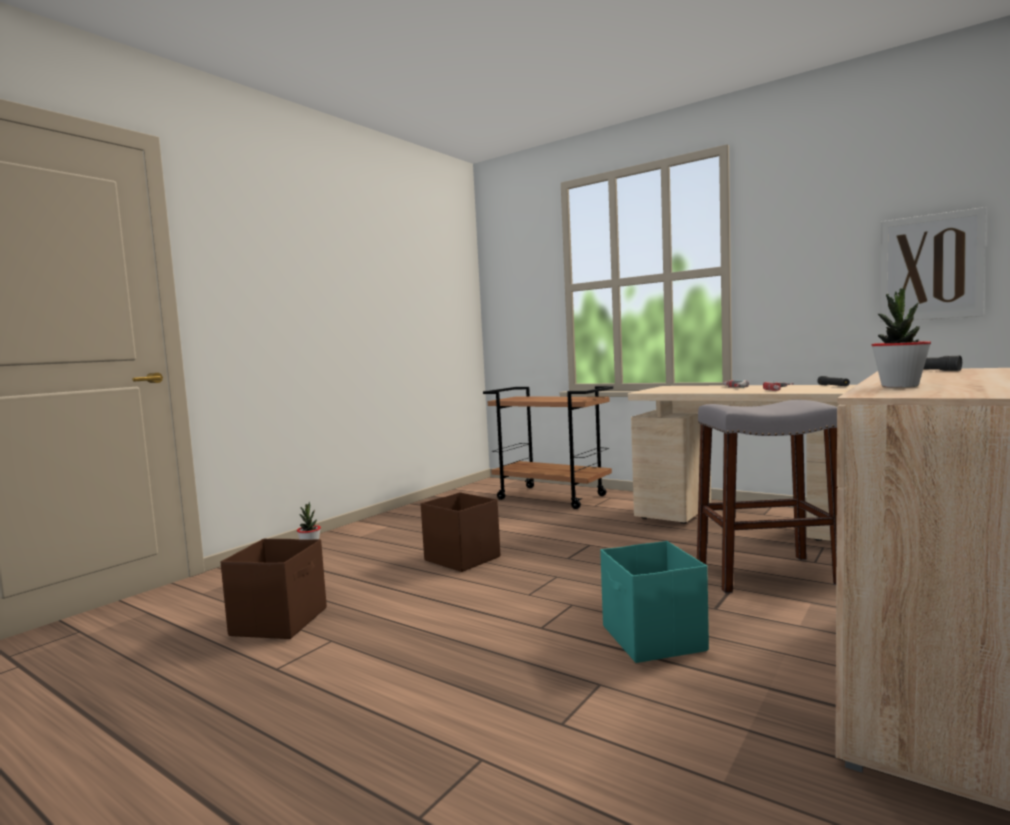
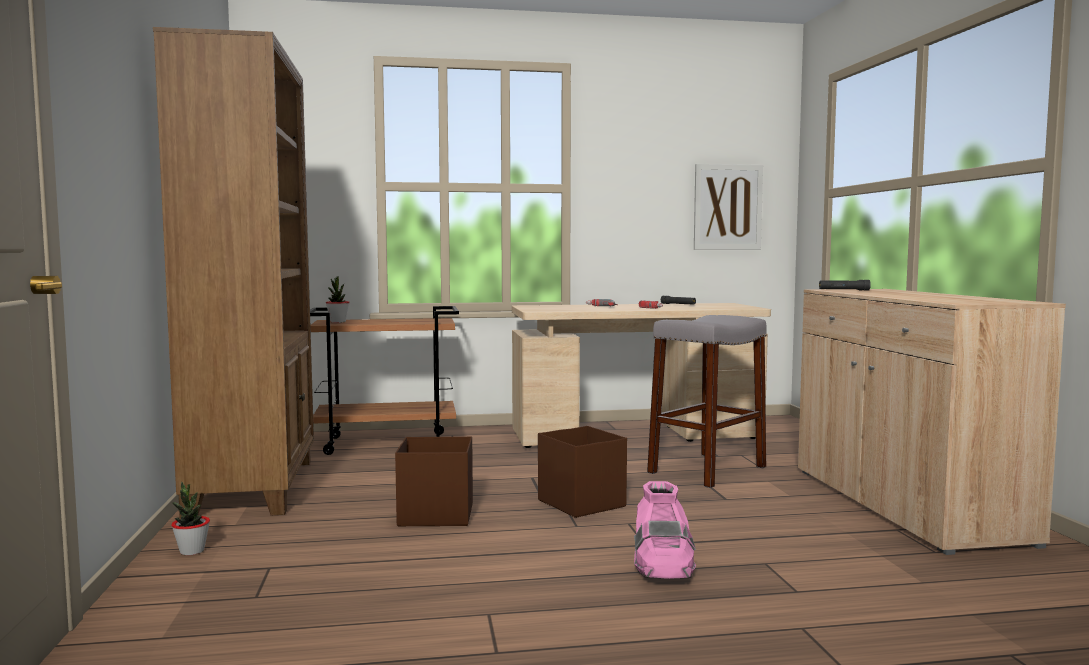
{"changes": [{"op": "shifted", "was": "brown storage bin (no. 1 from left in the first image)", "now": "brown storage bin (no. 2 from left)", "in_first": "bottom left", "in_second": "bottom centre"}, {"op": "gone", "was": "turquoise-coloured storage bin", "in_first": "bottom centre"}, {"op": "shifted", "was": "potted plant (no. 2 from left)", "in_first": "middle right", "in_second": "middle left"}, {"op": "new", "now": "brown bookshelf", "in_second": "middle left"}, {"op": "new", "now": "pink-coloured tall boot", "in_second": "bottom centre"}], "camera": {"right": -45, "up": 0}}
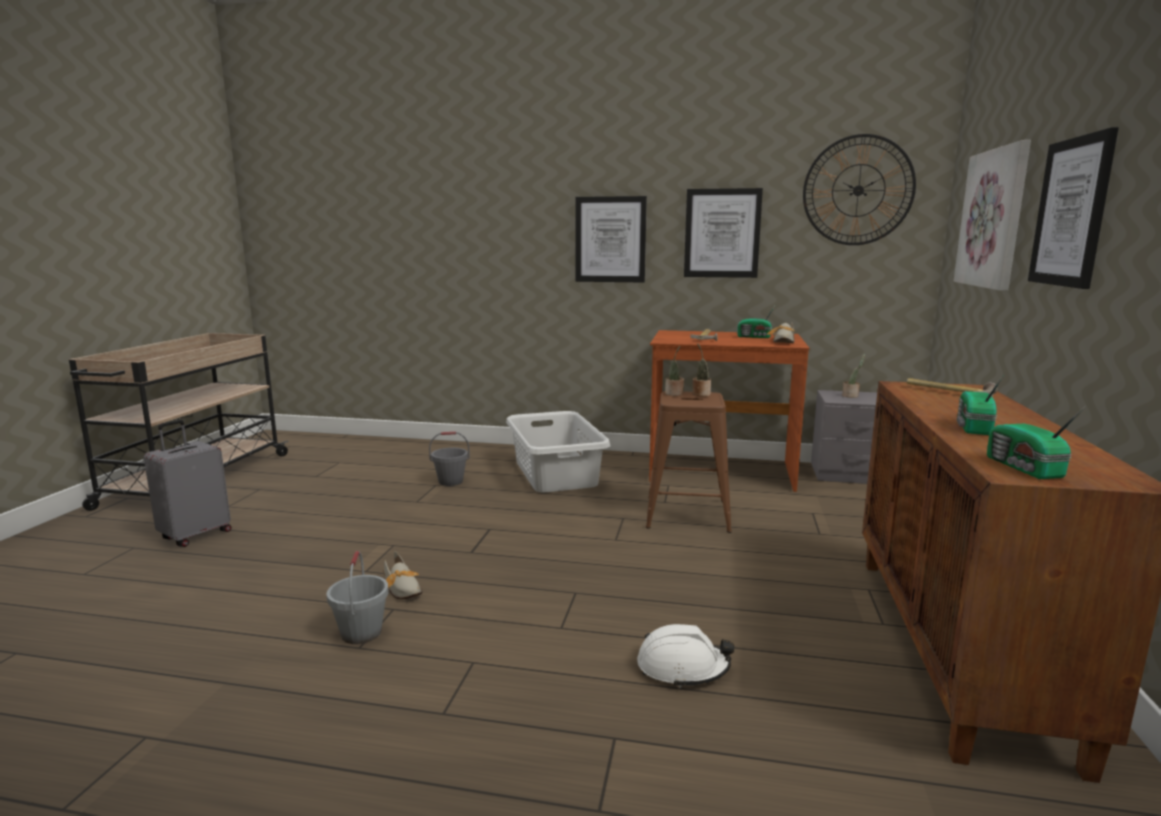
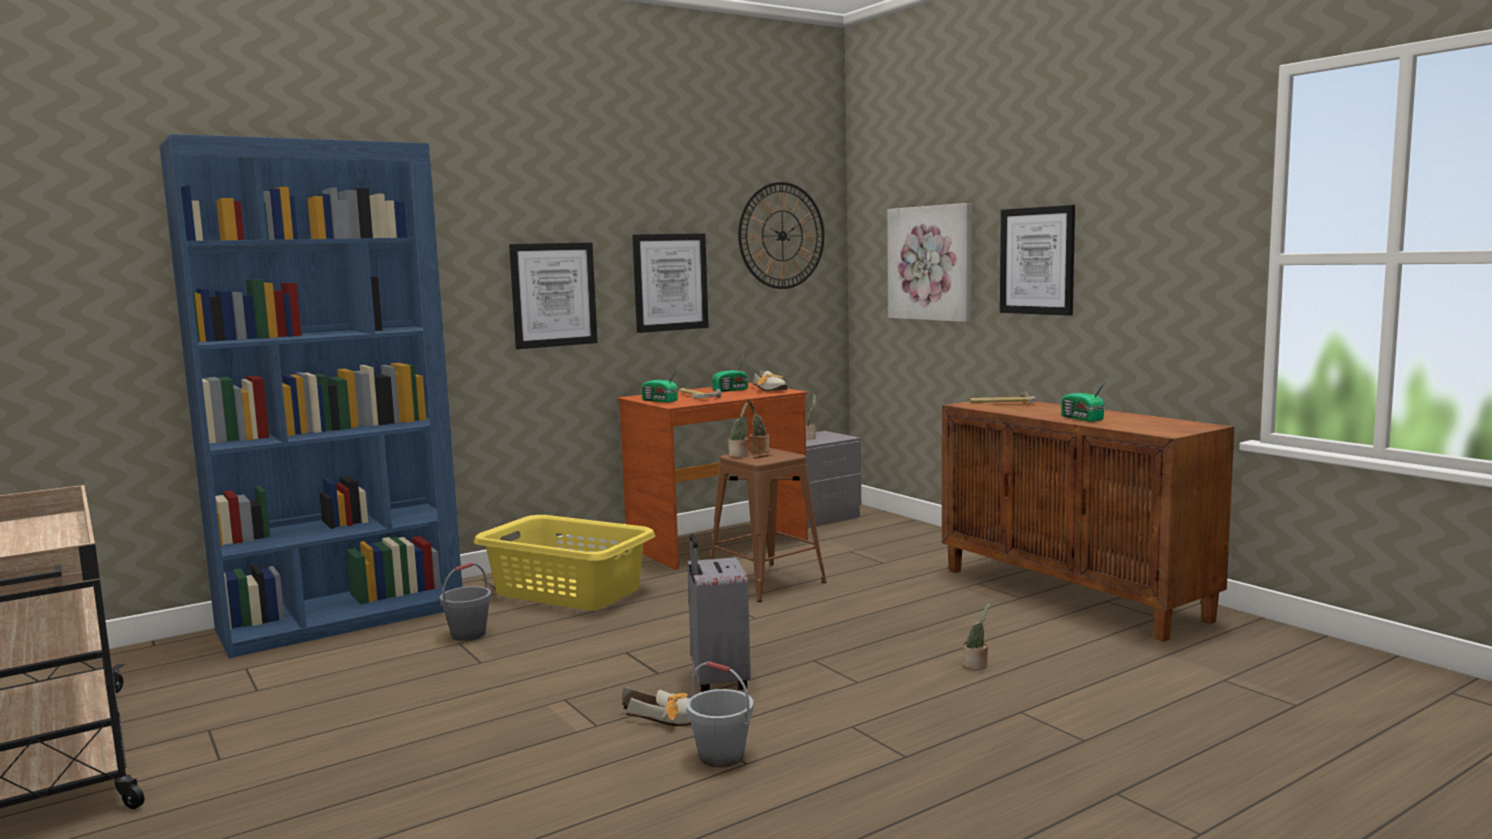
{"changes": [{"op": "shifted", "was": "grey piece of luggage", "in_first": "middle left", "in_second": "bottom centre"}, {"op": "repainted", "was": "grey hamper", "now": "yellow hamper", "in_first": "centre", "in_second": "bottom centre"}, {"op": "swapped", "was": "whitish work helmet", "now": "potted plant (no. 4 from left)", "in_first": "bottom centre", "in_second": "bottom centre"}, {"op": "shifted", "was": "radio receiver (no. 3 from left in the first image)", "now": "radio receiver (no. 1 from left)", "in_first": "middle right", "in_second": "centre"}, {"op": "new", "now": "bluish bookshelf", "in_second": "middle left"}], "camera": {"right": -45, "up": -5}}
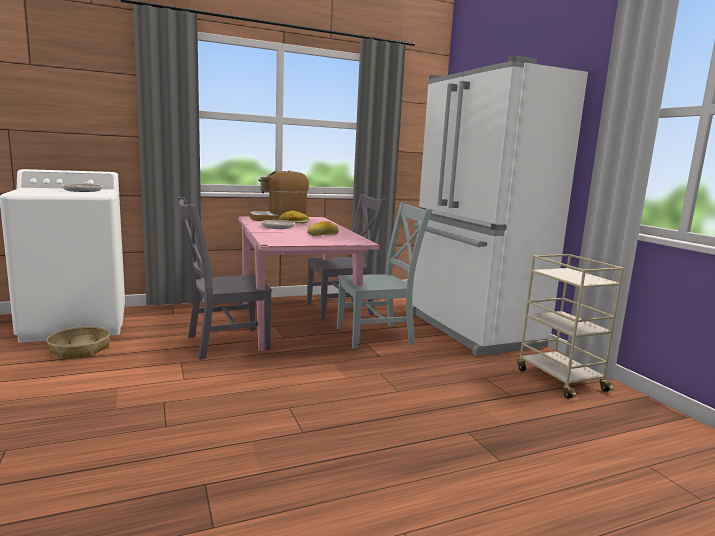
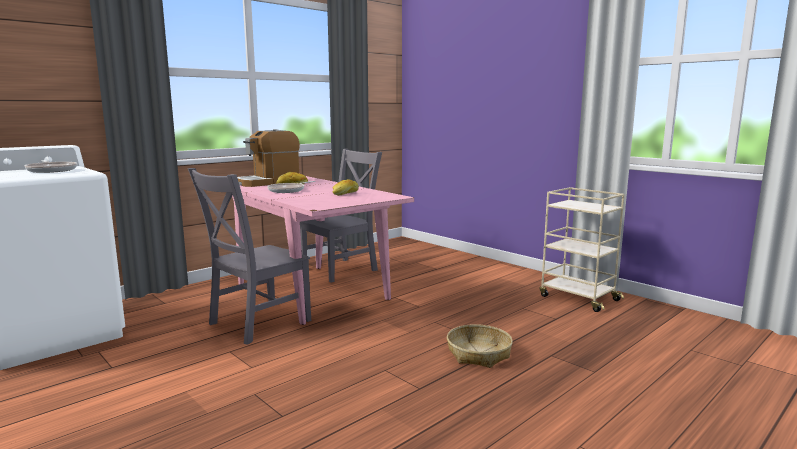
{"changes": [{"op": "shifted", "was": "basket", "in_first": "middle left", "in_second": "bottom centre"}, {"op": "gone", "was": "grey chair (no. 3 from left)", "in_first": "centre"}, {"op": "gone", "was": "whitish kitchen fridge", "in_first": "middle right"}], "camera": {"right": -20, "up": 0}}
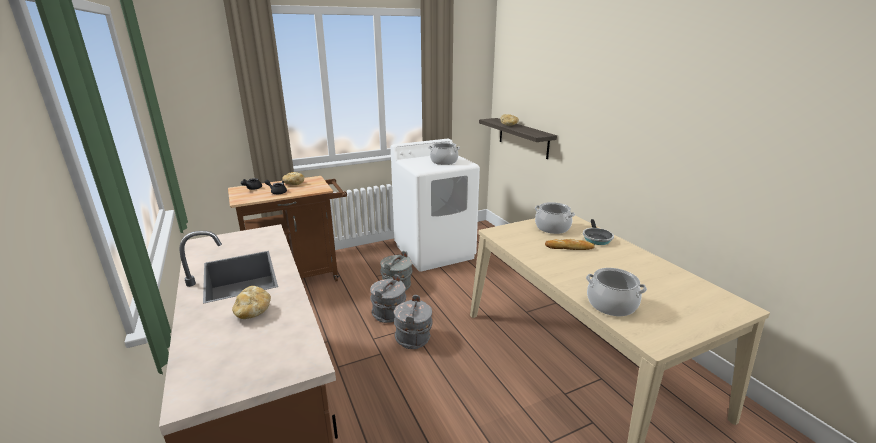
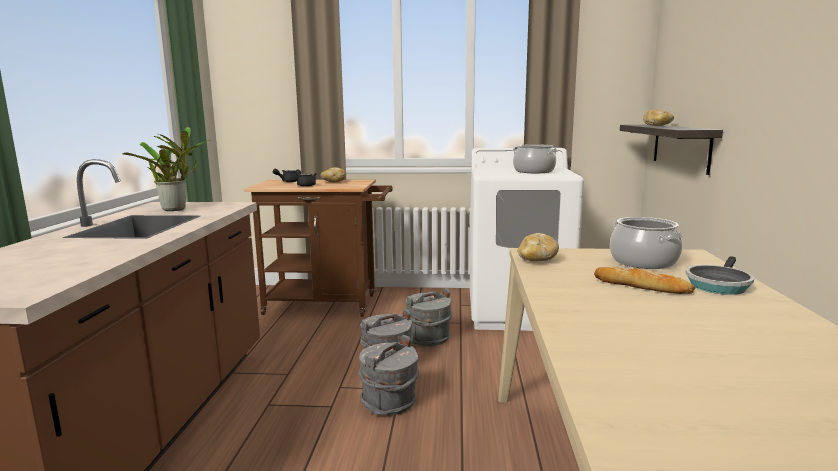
{"changes": [{"op": "shifted", "was": "bread (no. 1 from left in the first image)", "now": "bread (no. 2 from left)", "in_first": "bottom left", "in_second": "centre"}, {"op": "gone", "was": "stockpot (no. 3 from left)", "in_first": "middle right"}, {"op": "new", "now": "potted plant", "in_second": "middle left"}], "camera": {"right": 30, "up": -10}}
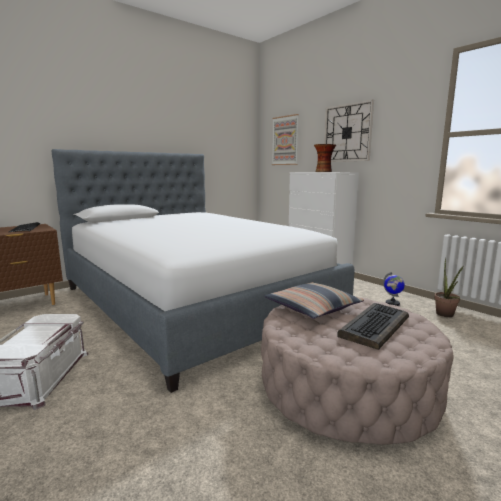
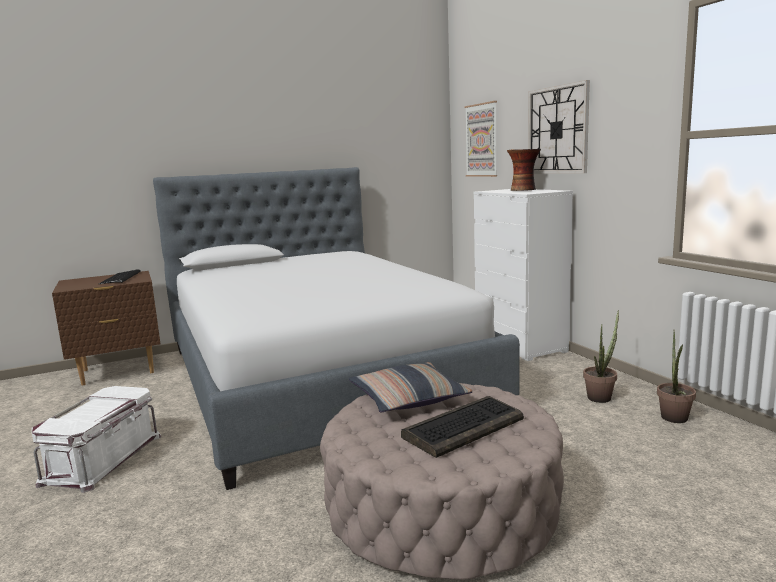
{"changes": [{"op": "swapped", "was": "desk globe", "now": "potted plant (no. 1 from left)", "in_first": "middle right", "in_second": "middle right"}], "camera": {"right": 15, "up": 0}}
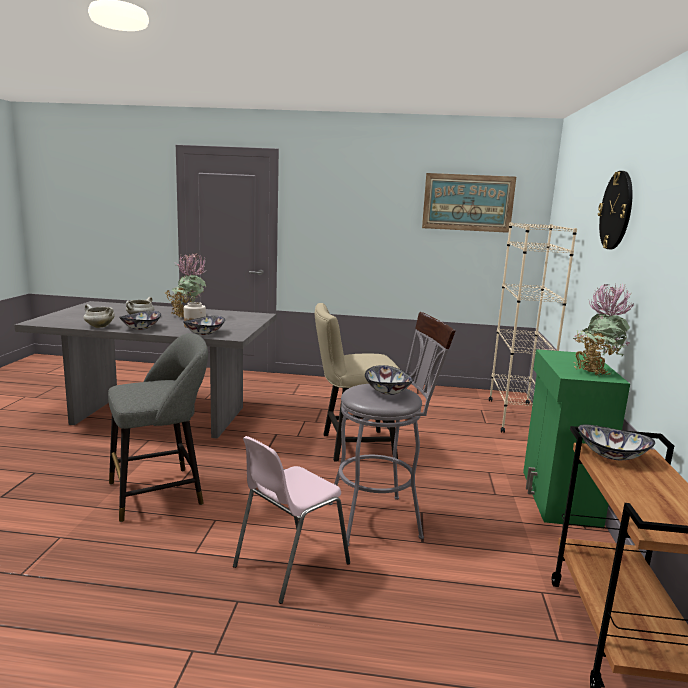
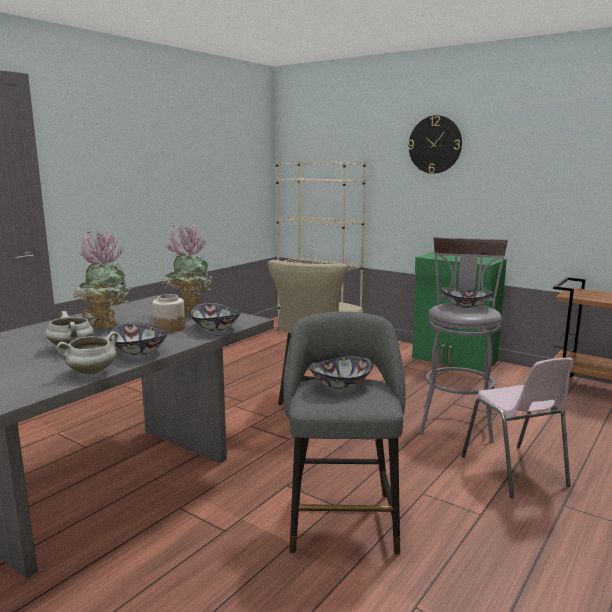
{"changes": [{"op": "gone", "was": "wall art", "in_first": "top right"}, {"op": "shifted", "was": "potted plant (no. 2 from left)", "in_first": "middle right", "in_second": "middle left"}, {"op": "shifted", "was": "serving bowl (no. 4 from left in the first image)", "now": "serving bowl (no. 3 from left)", "in_first": "middle right", "in_second": "centre"}], "camera": {"right": -60, "up": 0}}
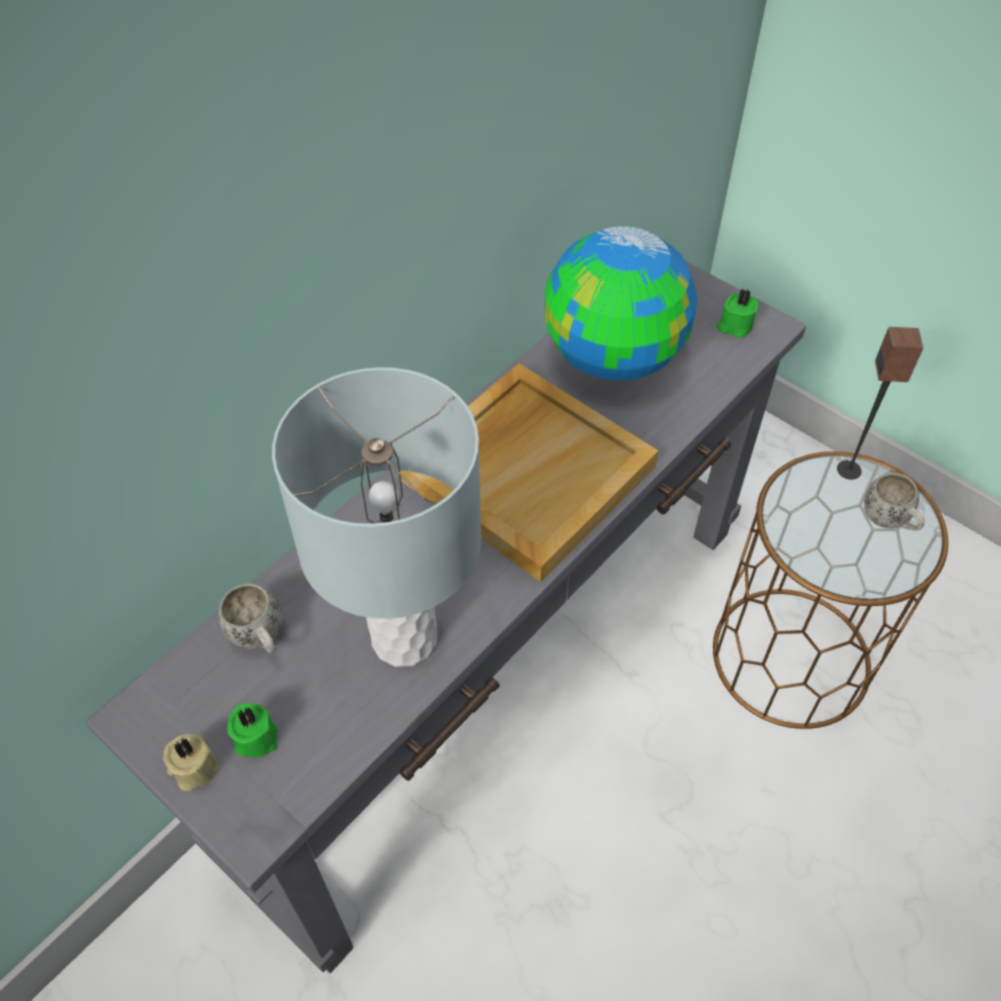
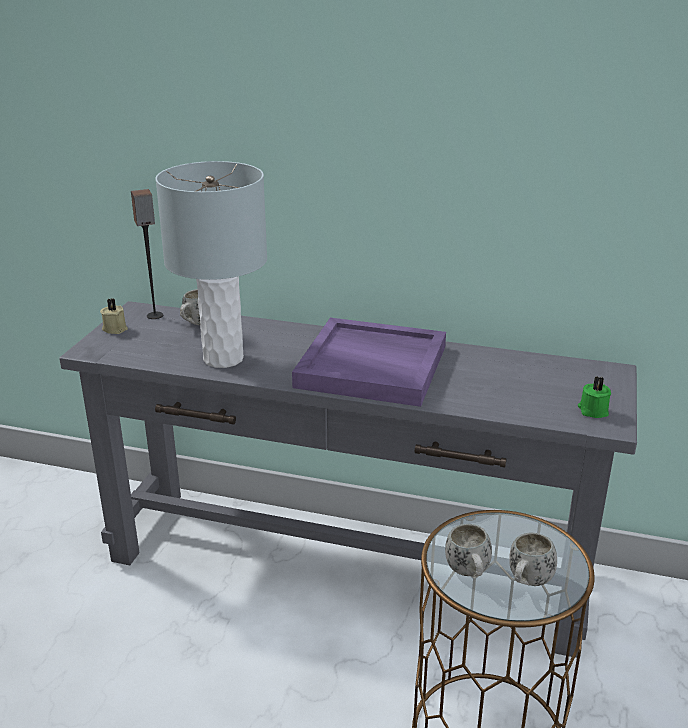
{"changes": [{"op": "gone", "was": "green-coloured wax candle (no. 1 from left)", "in_first": "bottom left"}, {"op": "repainted", "was": "sand-coloured carrying tray", "now": "purple carrying tray", "in_first": "centre", "in_second": "centre"}, {"op": "gone", "was": "desk globe", "in_first": "top centre"}, {"op": "shifted", "was": "audio speaker", "in_first": "middle right", "in_second": "middle left"}, {"op": "new", "now": "whitish tea mug (no. 2 from left)", "in_second": "bottom right"}], "camera": {"right": 65, "up": -25}}
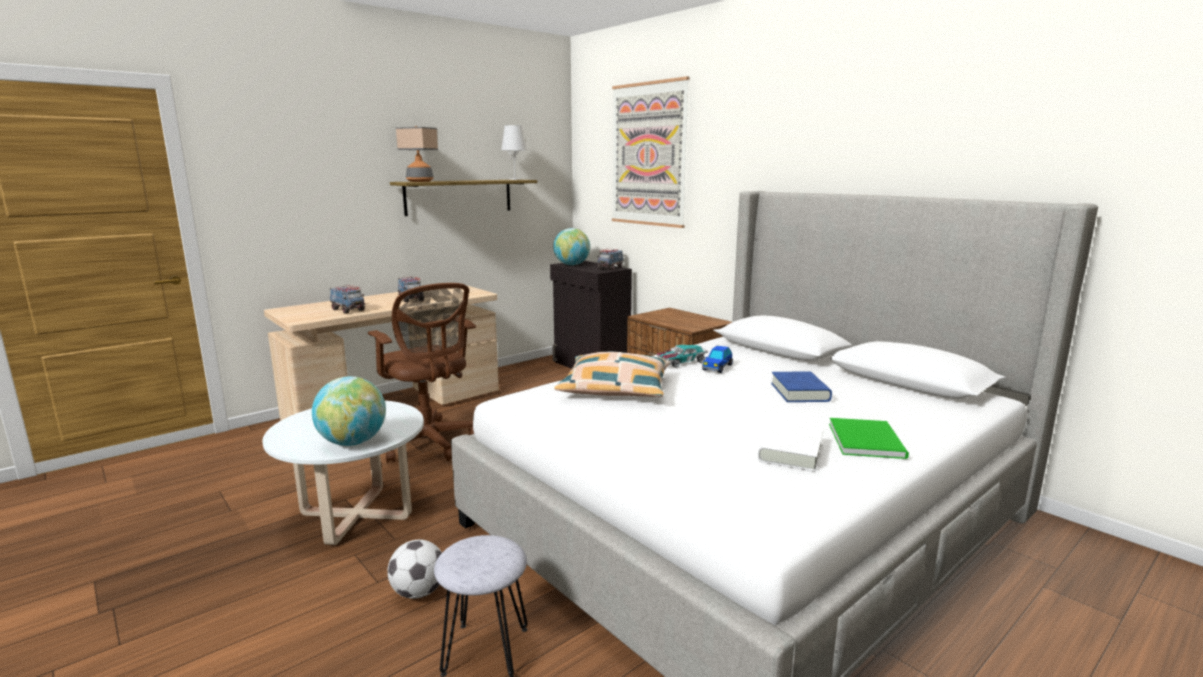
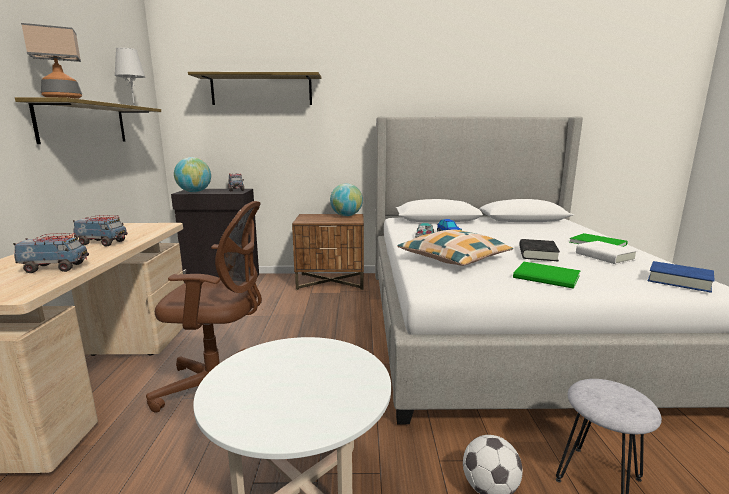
{"changes": [{"op": "shifted", "was": "desk globe (no. 1 from left in the first image)", "now": "desk globe (no. 2 from left)", "in_first": "middle left", "in_second": "centre"}, {"op": "swapped", "was": "wall art", "now": "shelf (no. 2 from left)", "in_first": "top centre", "in_second": "top centre"}, {"op": "shifted", "was": "bluish book", "in_first": "centre", "in_second": "middle right"}, {"op": "new", "now": "green-coloured book (no. 1 from left)", "in_second": "middle right"}, {"op": "new", "now": "blackish book", "in_second": "middle right"}], "camera": {"right": -50, "up": 0}}
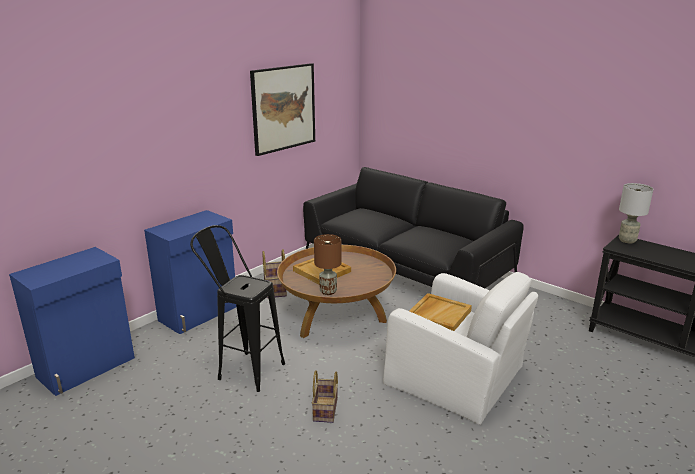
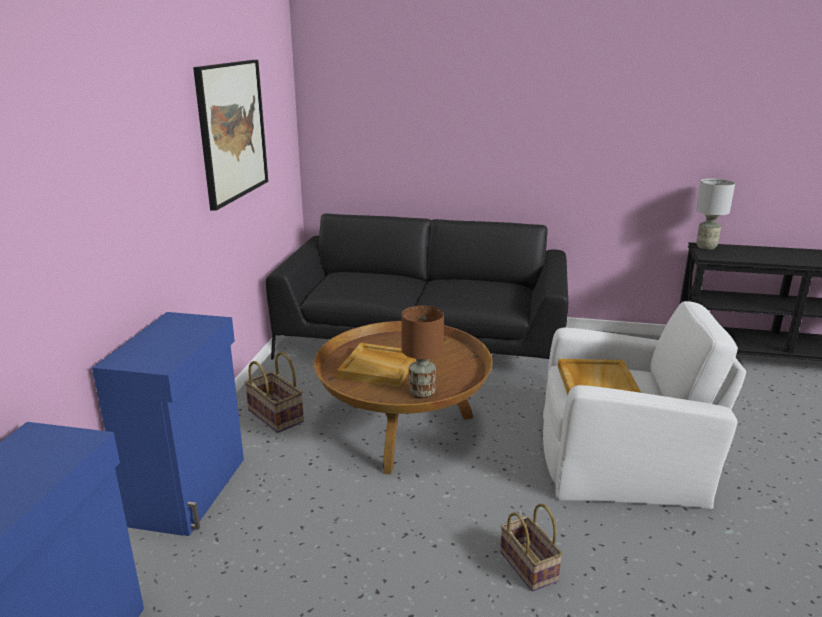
{"changes": [{"op": "gone", "was": "blackish stool seat", "in_first": "centre"}], "camera": {"right": -30, "up": 0}}
